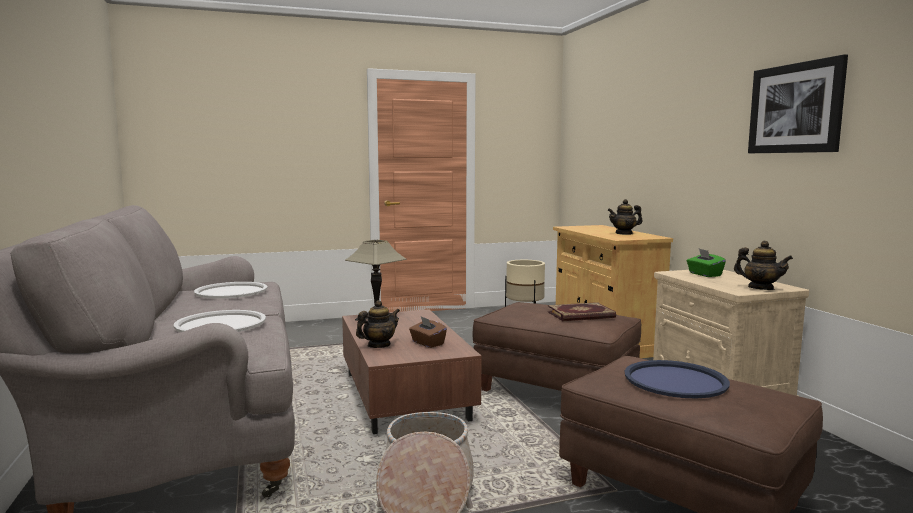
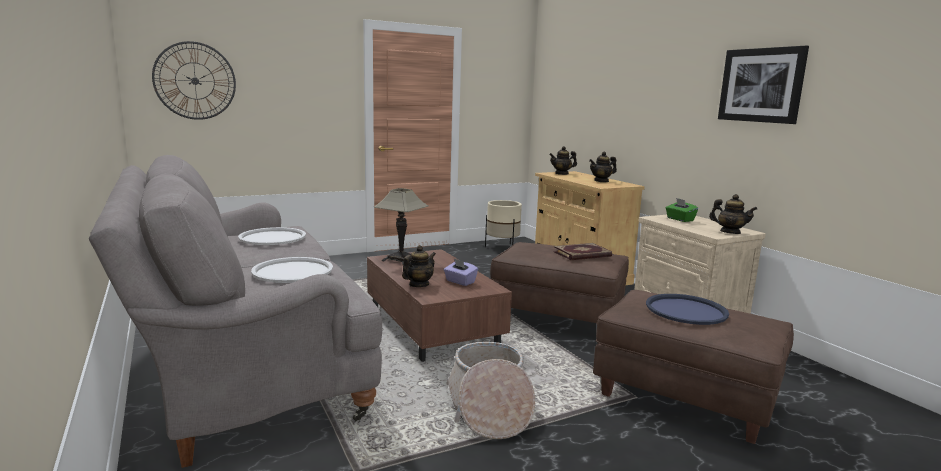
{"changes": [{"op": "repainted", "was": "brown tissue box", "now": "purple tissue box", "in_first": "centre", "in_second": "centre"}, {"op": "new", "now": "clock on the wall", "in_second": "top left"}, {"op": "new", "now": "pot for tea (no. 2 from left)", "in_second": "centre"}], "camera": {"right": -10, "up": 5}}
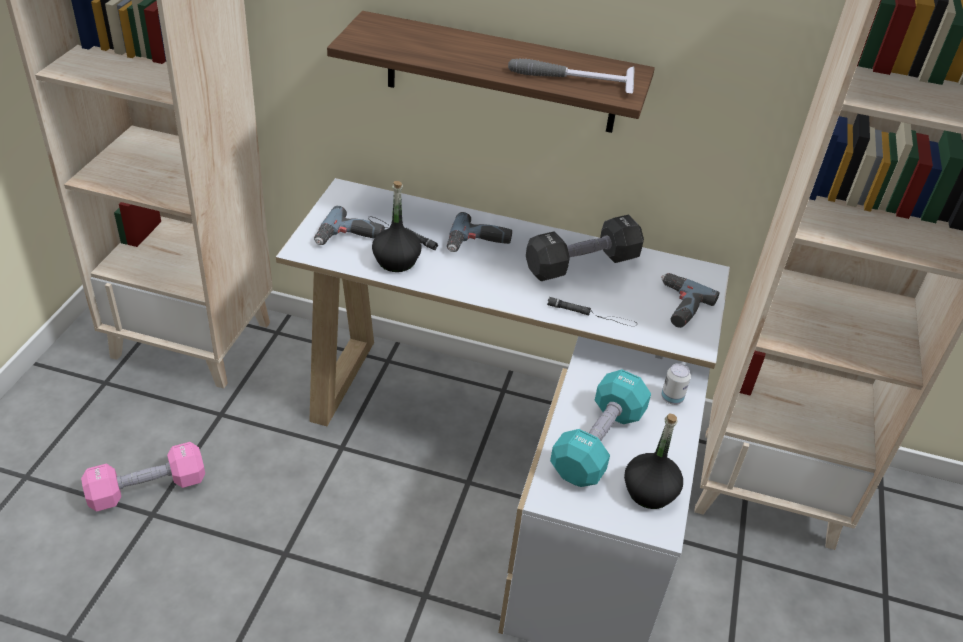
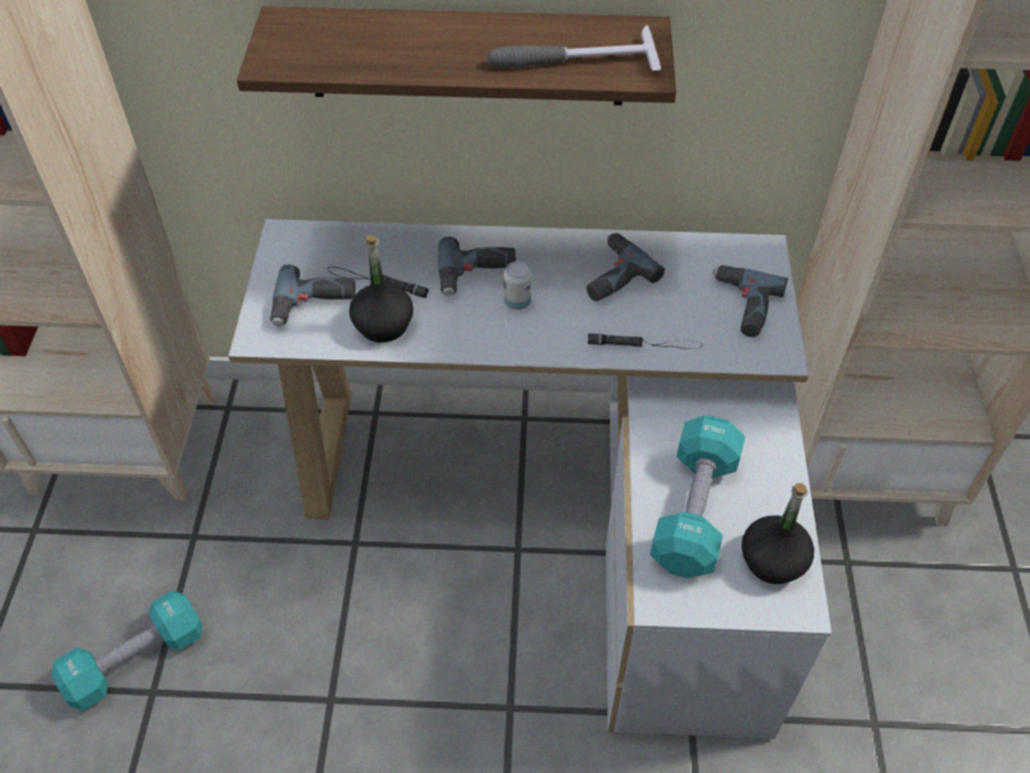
{"changes": [{"op": "repainted", "was": "pink-coloured dumbbell", "now": "turquoise-coloured dumbbell (no. 1 from left)", "in_first": "bottom left", "in_second": "bottom left"}, {"op": "swapped", "was": "blackish dumbbell", "now": "drill (no. 3 from left)", "in_first": "centre", "in_second": "centre"}, {"op": "shifted", "was": "can", "in_first": "middle right", "in_second": "centre"}], "camera": {"right": -10, "up": 10}}
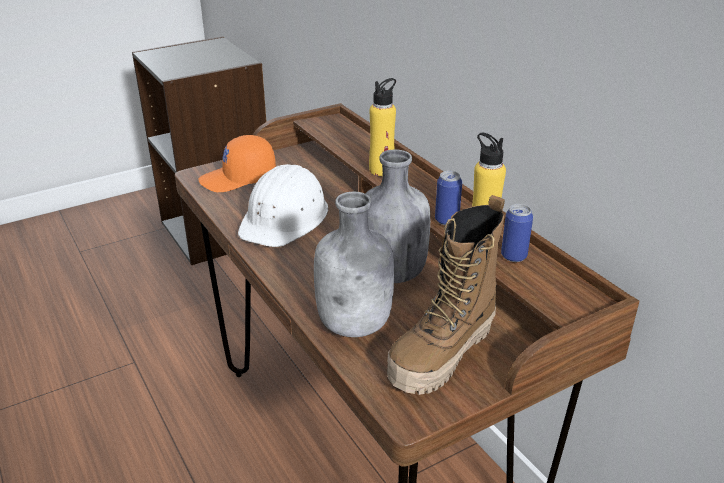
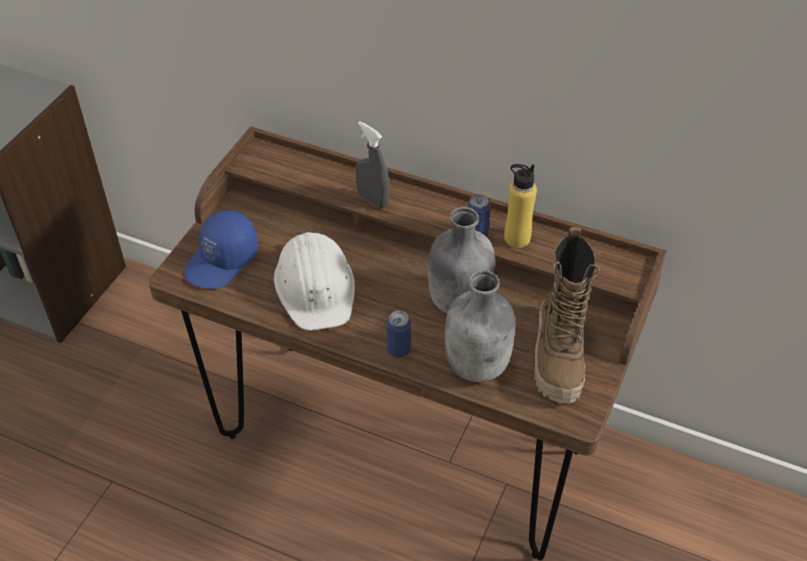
{"changes": [{"op": "repainted", "was": "orange baseball cap", "now": "bluish baseball cap", "in_first": "middle left", "in_second": "middle left"}, {"op": "swapped", "was": "yellow drink bottle (no. 1 from left)", "now": "grey sprayer", "in_first": "top centre", "in_second": "top centre"}, {"op": "shifted", "was": "can (no. 2 from left in the first image)", "now": "can (no. 1 from left)", "in_first": "middle right", "in_second": "centre"}], "camera": {"right": -35, "up": 15}}
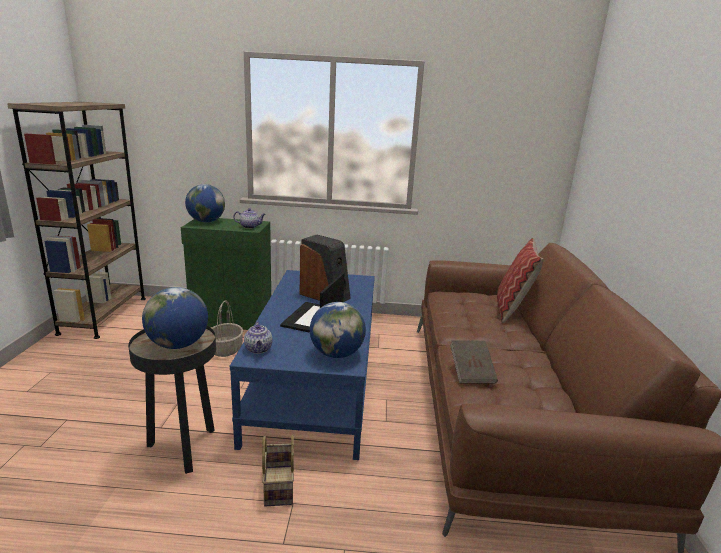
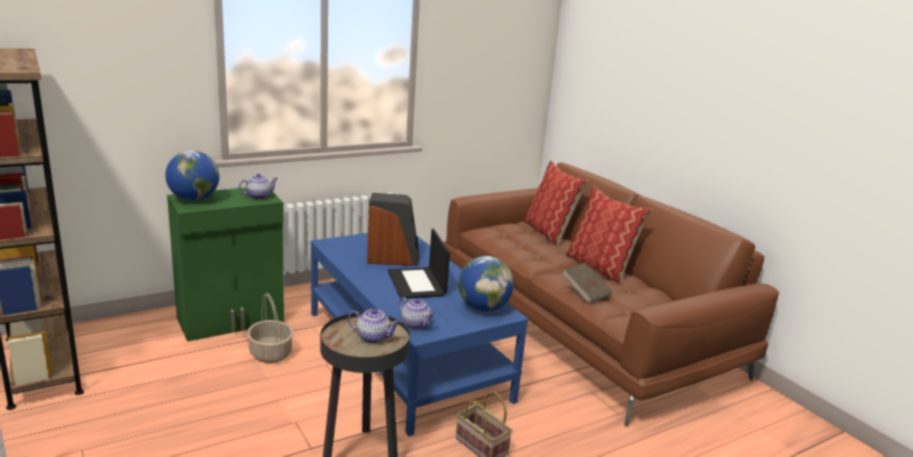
{"changes": [{"op": "swapped", "was": "desk globe (no. 1 from left)", "now": "pot for tea (no. 2 from left)", "in_first": "middle left", "in_second": "bottom centre"}, {"op": "new", "now": "pillow (no. 2 from left)", "in_second": "centre"}], "camera": {"right": -35, "up": 0}}
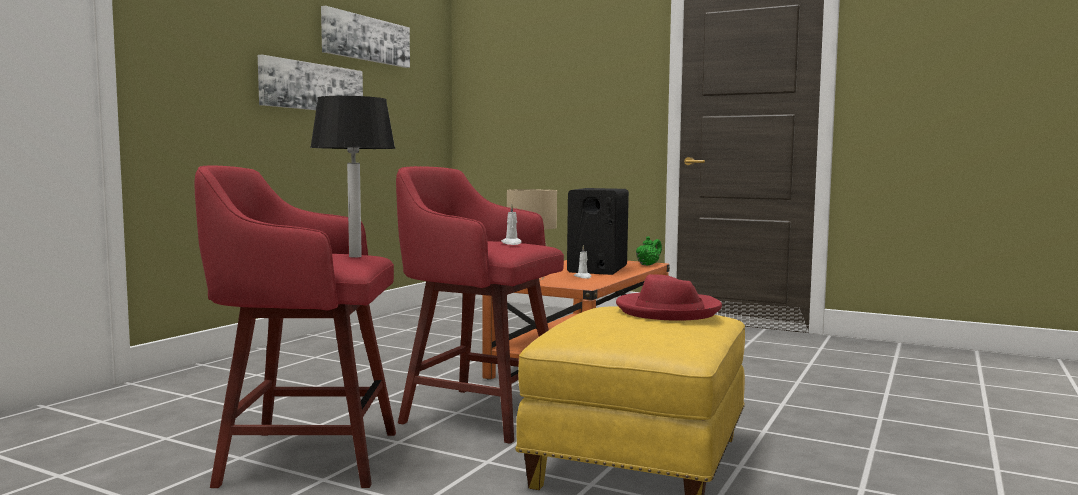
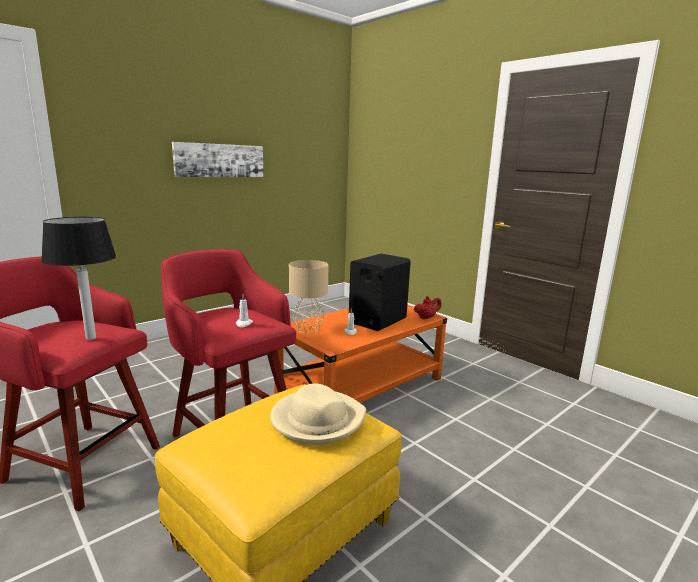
{"changes": [{"op": "gone", "was": "wall art (no. 2 from left)", "in_first": "top centre"}, {"op": "repainted", "was": "reddish wearable hat", "now": "sand-coloured wearable hat", "in_first": "centre", "in_second": "bottom centre"}, {"op": "repainted", "was": "green-coloured pot for tea", "now": "reddish pot for tea", "in_first": "centre", "in_second": "centre"}], "camera": {"right": 20, "up": 10}}
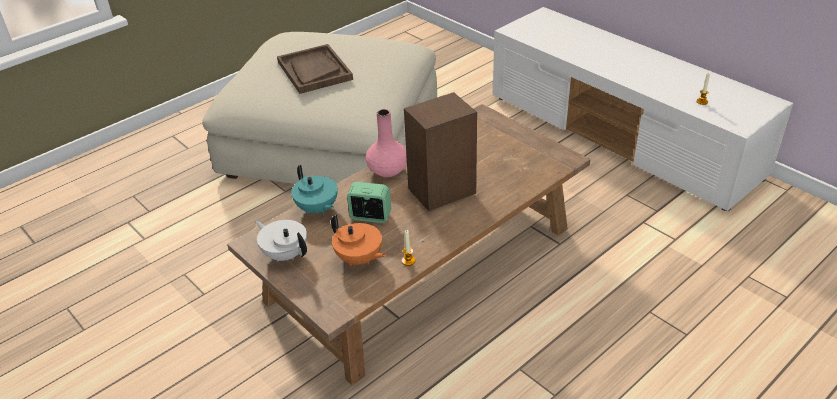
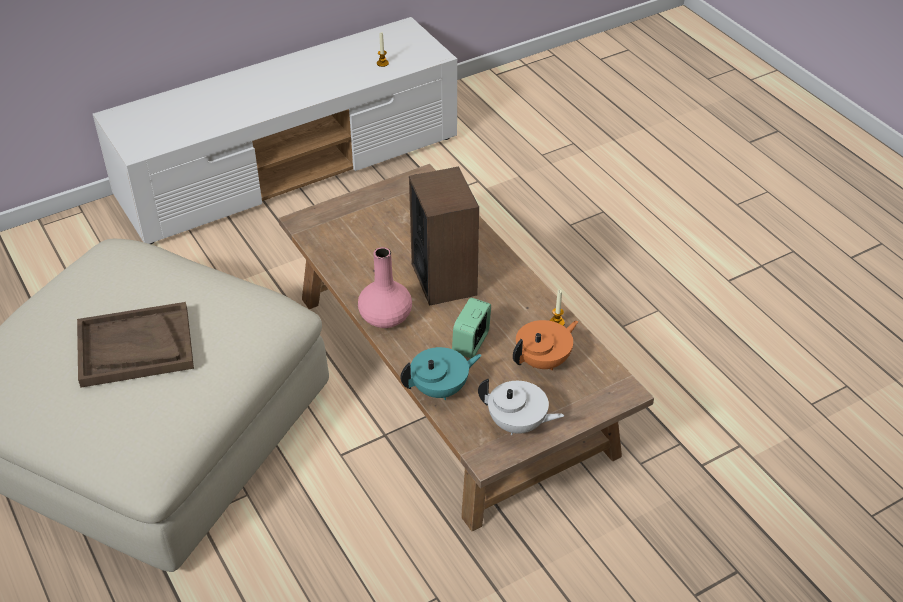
{"changes": [{"op": "rotated", "was": "whitish pot for tea", "in_first": "centre", "in_second": "bottom centre", "clockwise": -120}], "camera": {"right": -80, "up": 5}}
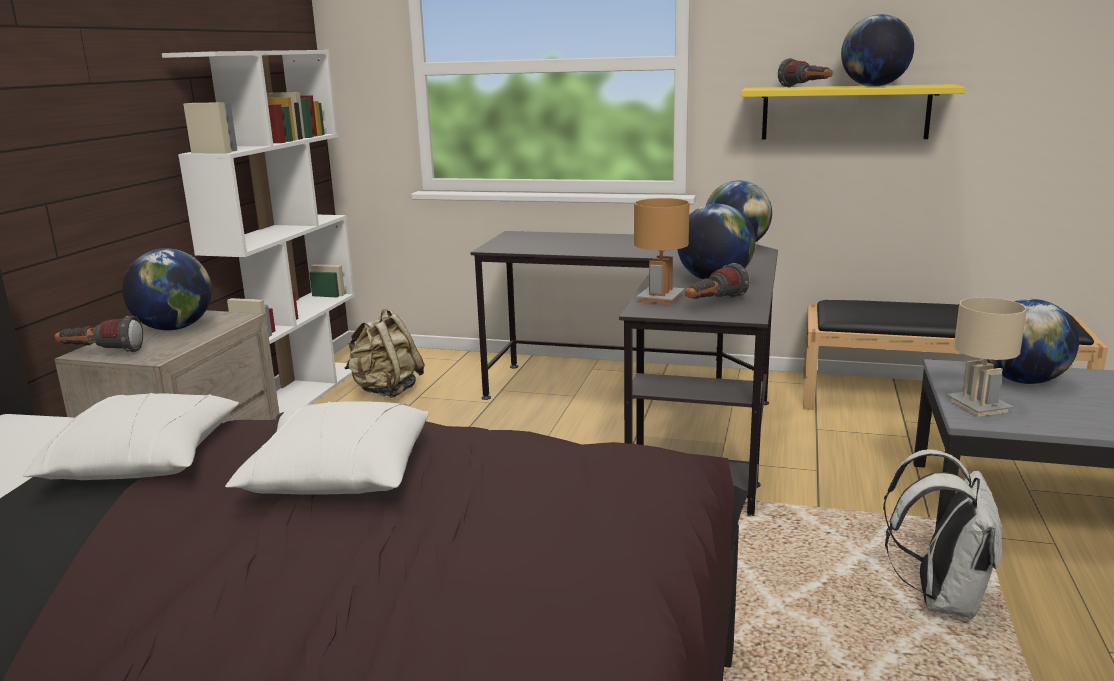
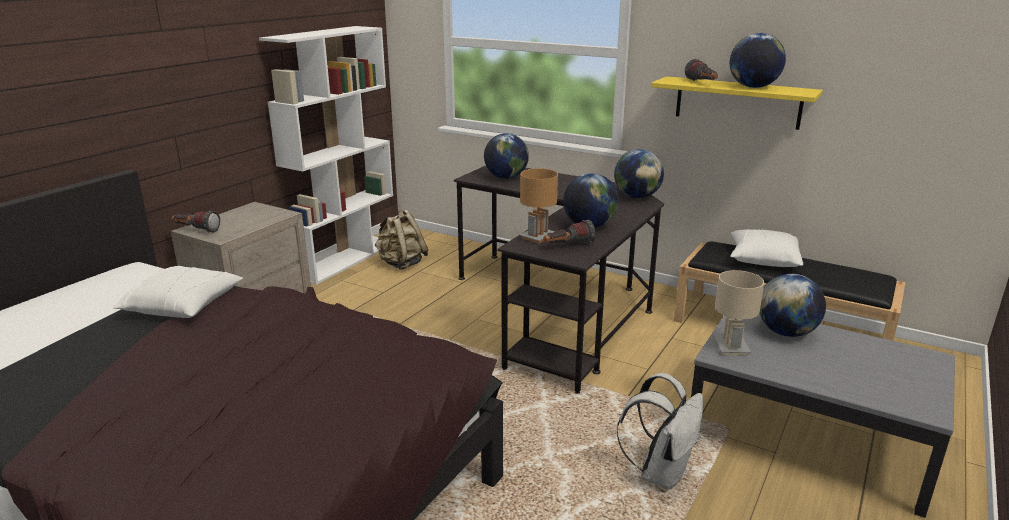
{"changes": [{"op": "shifted", "was": "desk globe (no. 1 from left)", "in_first": "middle left", "in_second": "top centre"}, {"op": "shifted", "was": "whitish pillow (no. 2 from left)", "in_first": "middle left", "in_second": "middle right"}], "camera": {"right": 15, "up": 5}}
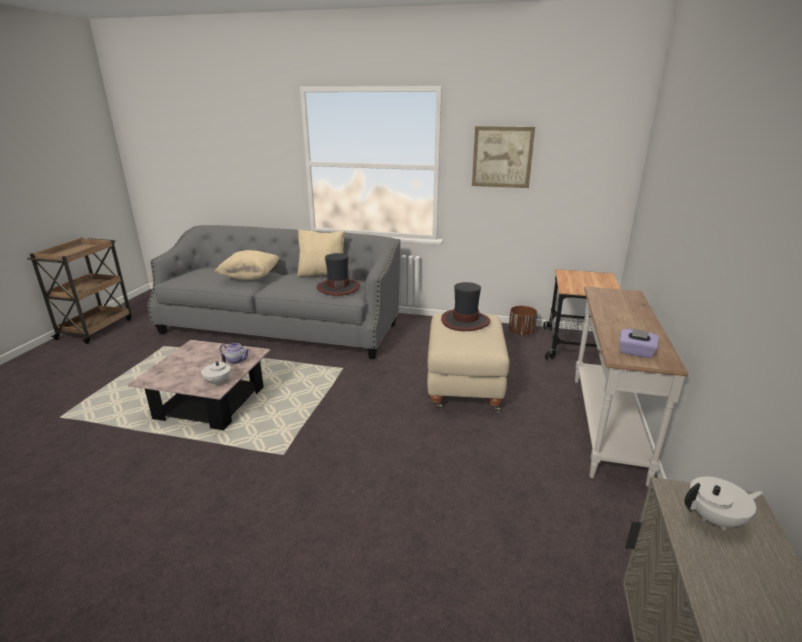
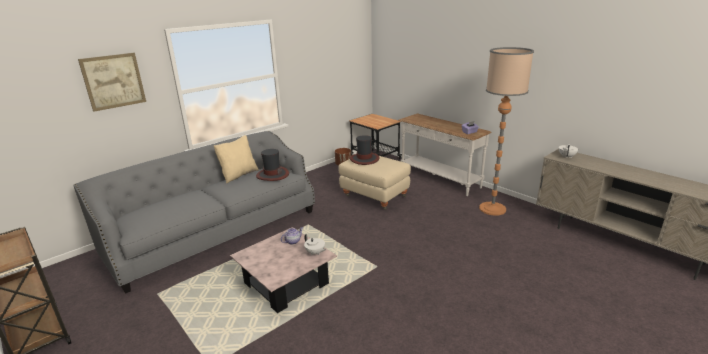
{"changes": [{"op": "gone", "was": "sand-coloured pillow (no. 1 from left)", "in_first": "middle left"}, {"op": "shifted", "was": "wall art", "in_first": "top centre", "in_second": "top left"}, {"op": "new", "now": "standard lamp", "in_second": "middle right"}], "camera": {"right": -55, "up": 0}}
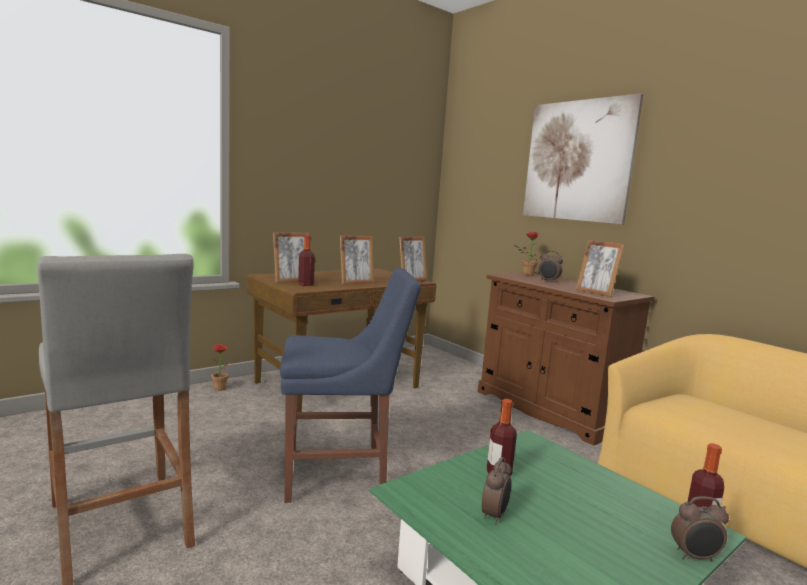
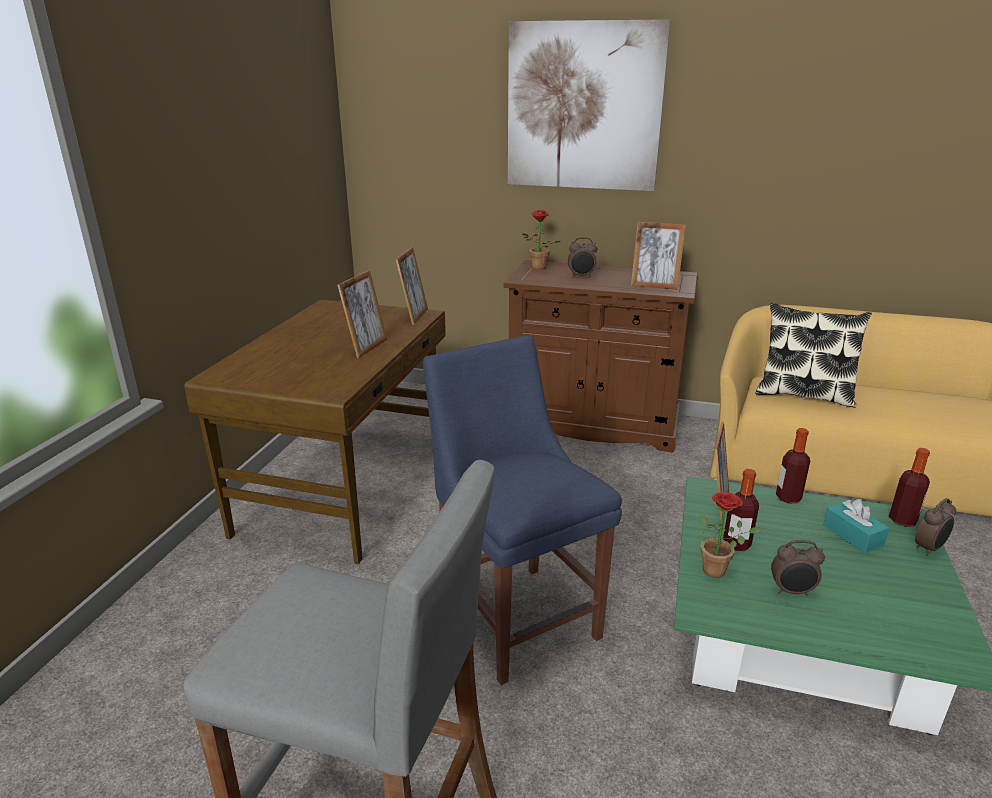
{"changes": [{"op": "shifted", "was": "potted plant (no. 1 from left in the first image)", "now": "potted plant (no. 2 from left)", "in_first": "middle left", "in_second": "bottom right"}, {"op": "shifted", "was": "standing frame (no. 1 from left in the first image)", "now": "standing frame (no. 4 from left)", "in_first": "centre", "in_second": "middle right"}, {"op": "rotated", "was": "bluish chair", "in_first": "centre", "in_second": "centre", "clockwise": -75}, {"op": "shifted", "was": "drink bottle (no. 1 from left in the first image)", "now": "drink bottle (no. 2 from left)", "in_first": "centre", "in_second": "middle right"}, {"op": "rotated", "was": "alarm clock (no. 1 from left in the first image)", "in_first": "bottom centre", "in_second": "bottom right", "clockwise": 105}, {"op": "new", "now": "pillow", "in_second": "middle right"}, {"op": "new", "now": "turquoise-coloured tissue box", "in_second": "middle right"}], "camera": {"right": -35, "up": 15}}
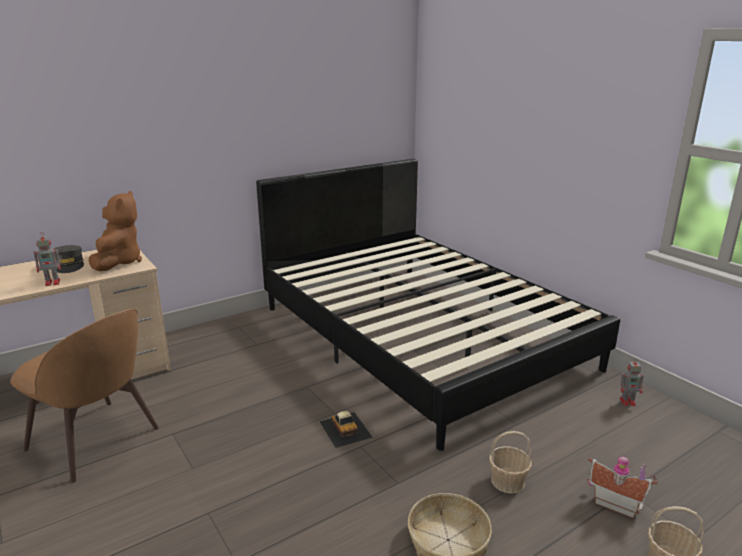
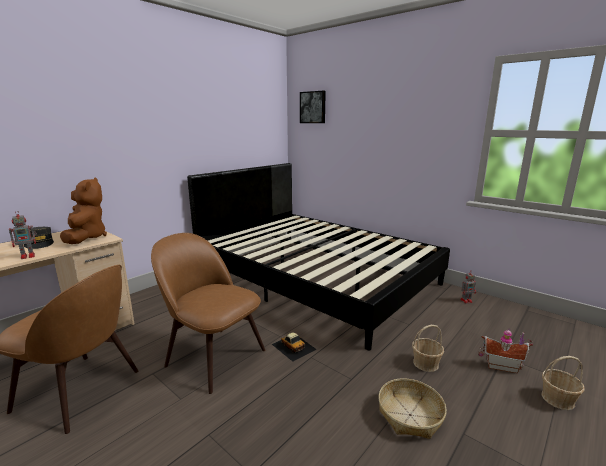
{"changes": [{"op": "new", "now": "brown chair (no. 2 from left)", "in_second": "bottom centre"}, {"op": "new", "now": "wall art", "in_second": "top centre"}], "camera": {"right": -15, "up": -5}}
